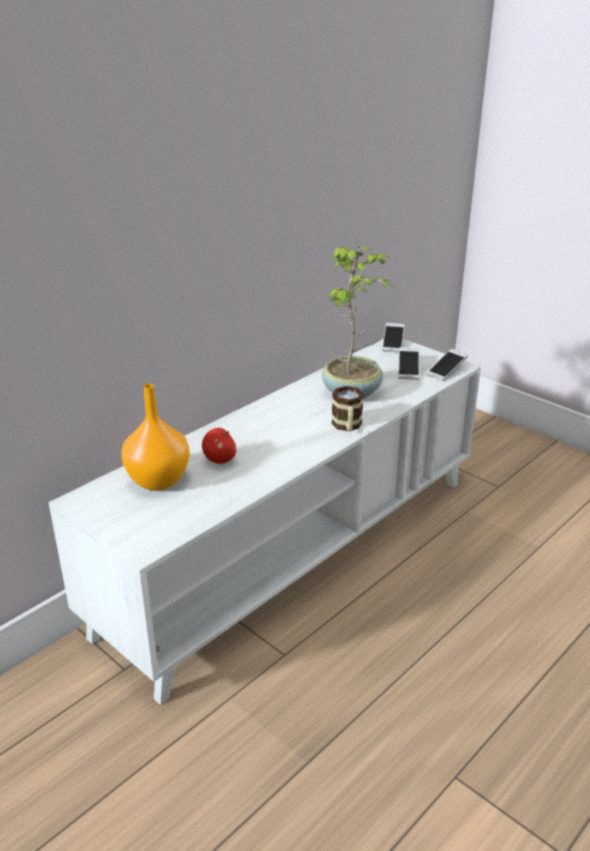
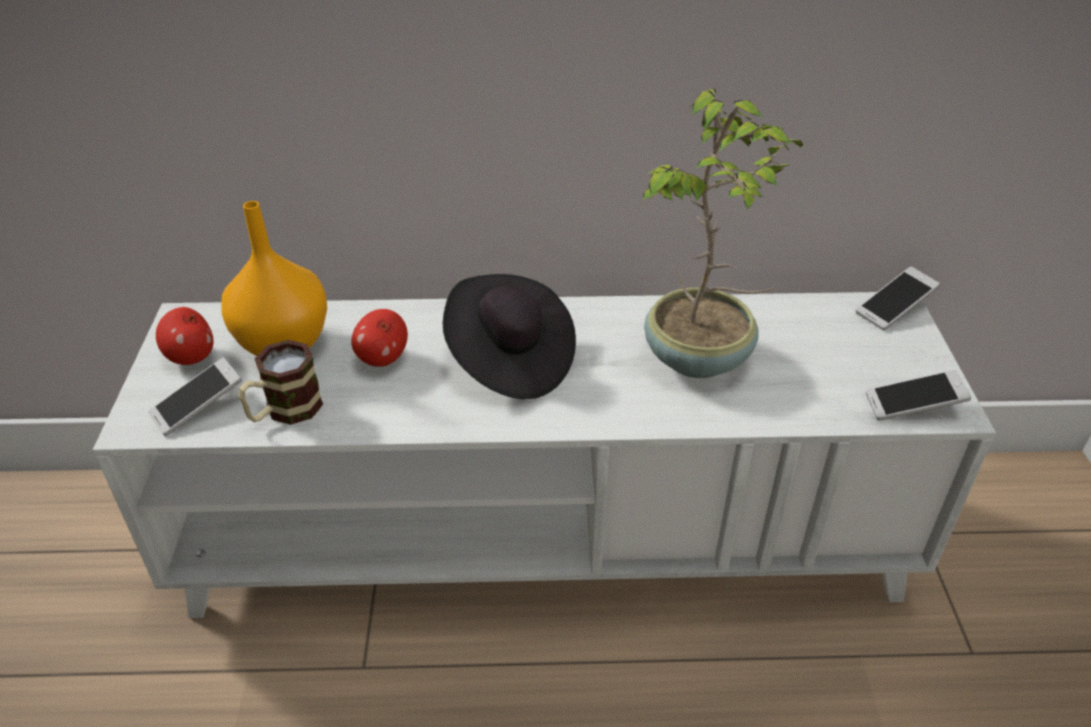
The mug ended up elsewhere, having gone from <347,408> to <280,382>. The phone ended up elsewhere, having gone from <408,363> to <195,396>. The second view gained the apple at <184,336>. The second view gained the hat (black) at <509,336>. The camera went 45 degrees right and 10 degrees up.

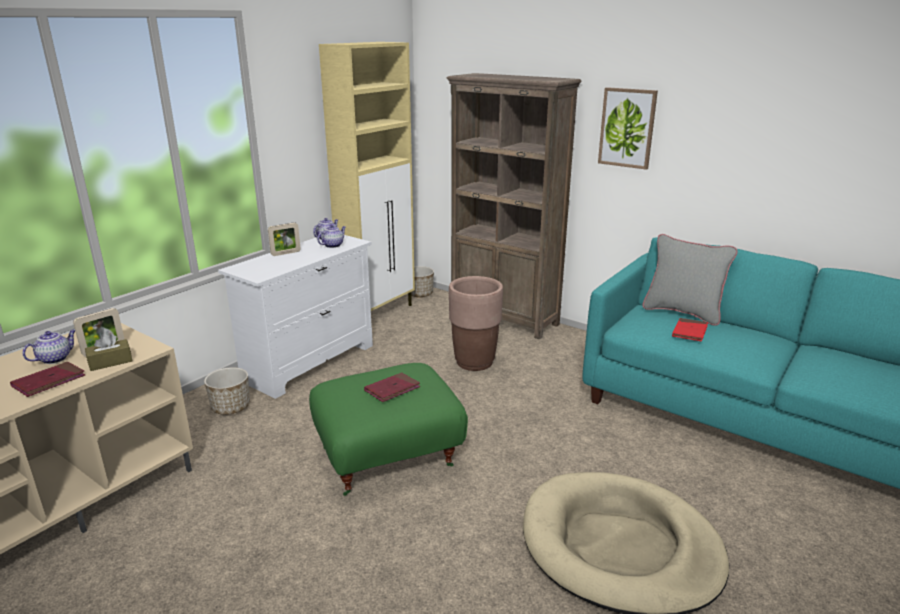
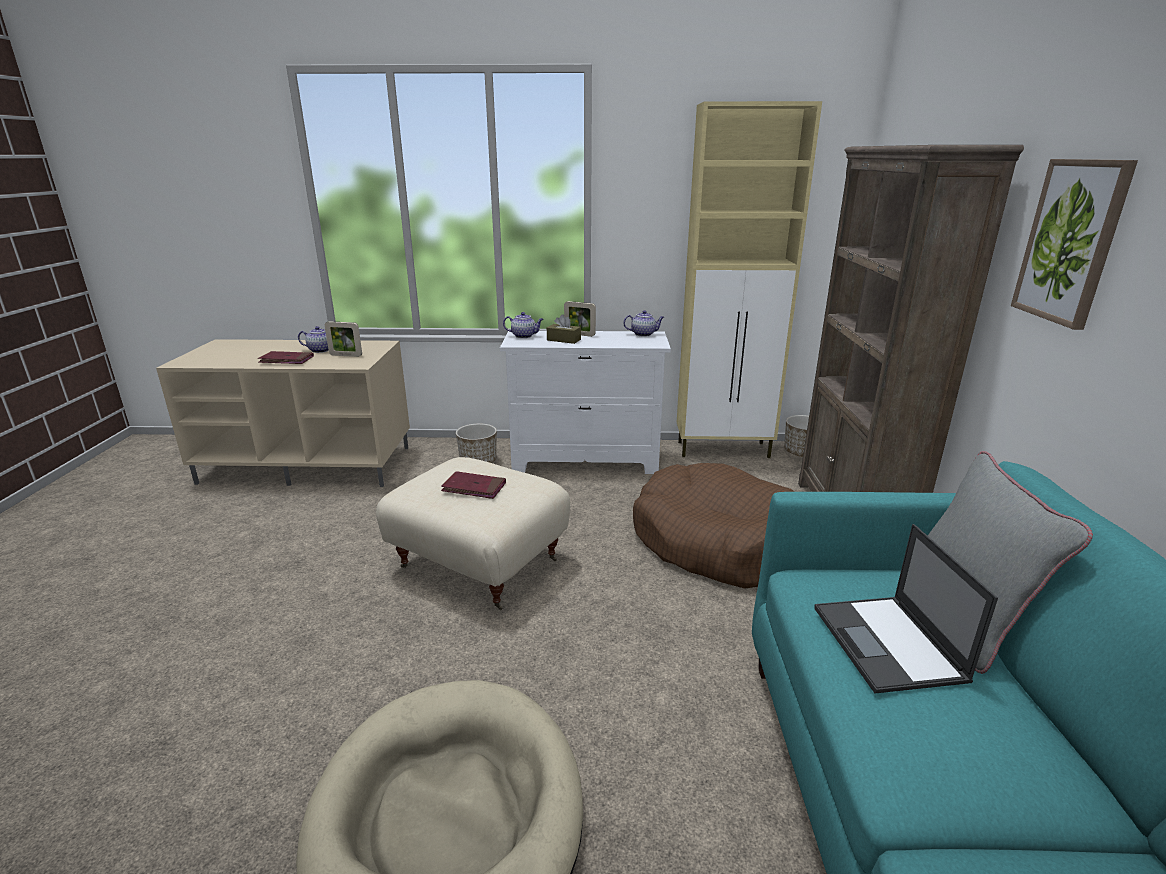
The tissue box (brown) ended up elsewhere, having gone from <109,352> to <564,329>. What was the ottoman (green) at <388,429> turned into the ottoman (beige) at <473,533>. The teapot ended up elsewhere, having gone from <331,236> to <523,325>. Where the planter (brown) stood at <476,323>, the dog bed (brown) came to stand at <713,526>. Where the book (red) stood at <690,330>, the laptop came to stand at <906,609>. The camera went 55 degrees right and 0 degrees up.

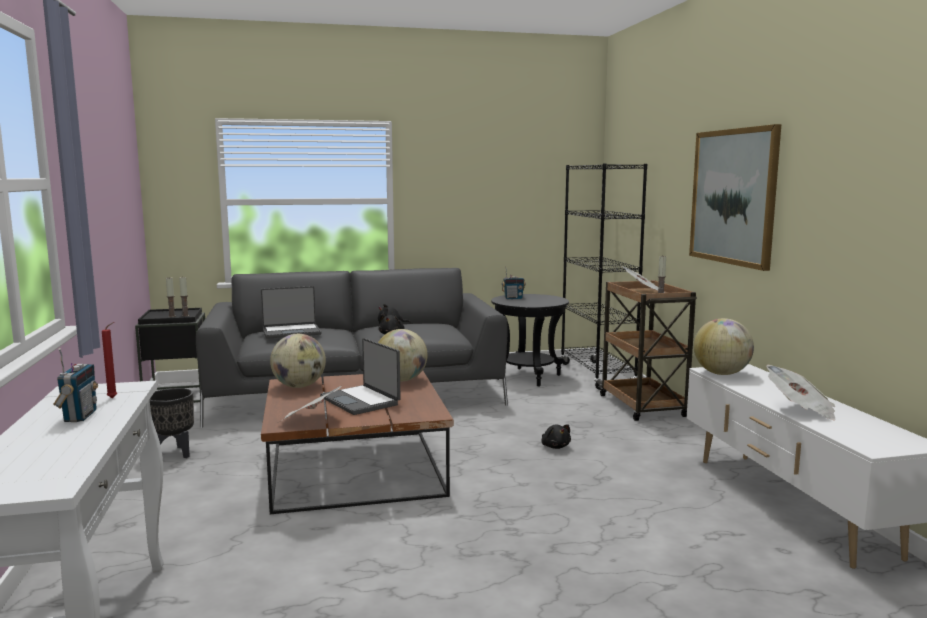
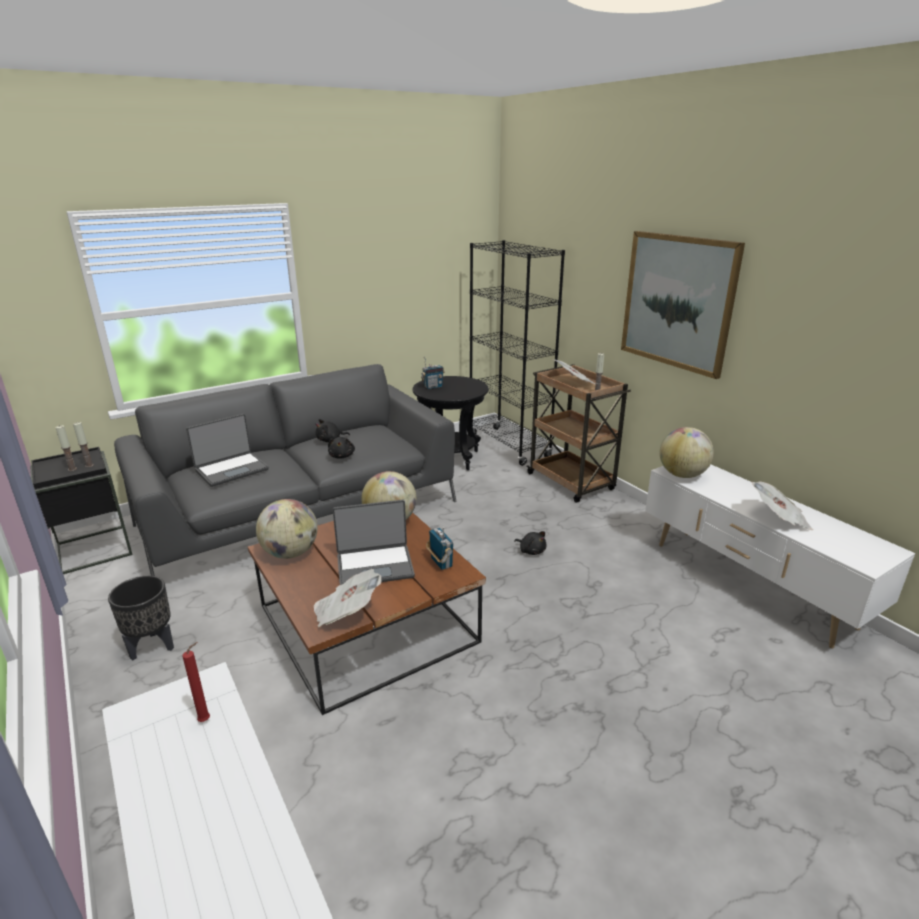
The radio ended up elsewhere, having gone from <75,385> to <439,548>. The laptop at <360,376> ended up facing another way, 45 degrees counterclockwise from before. The camera went 20 degrees left and 15 degrees up.

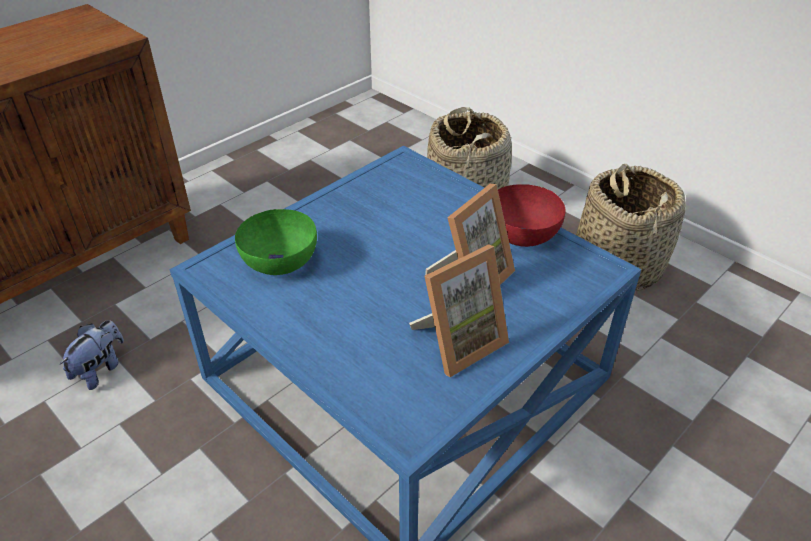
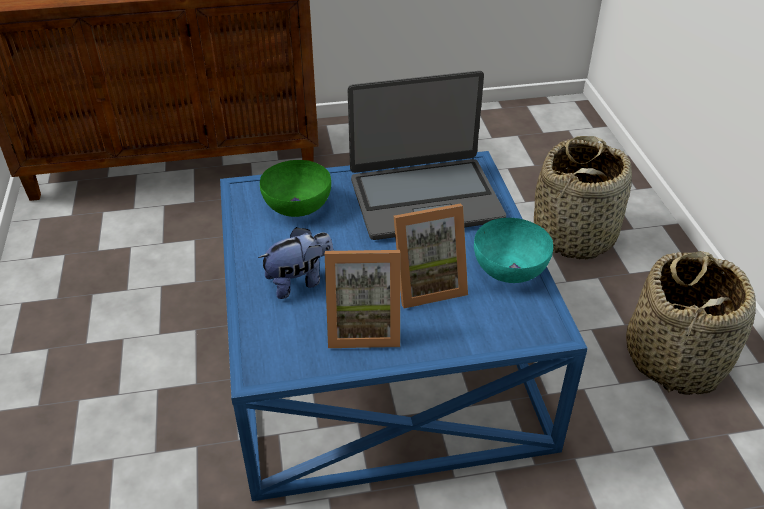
The plush toy ended up elsewhere, having gone from <92,355> to <296,263>. What was the bowl (red) at <531,215> turned into the bowl (turquoise) at <513,250>. The second view gained the laptop at <427,155>. The camera went 35 degrees right and 0 degrees up.

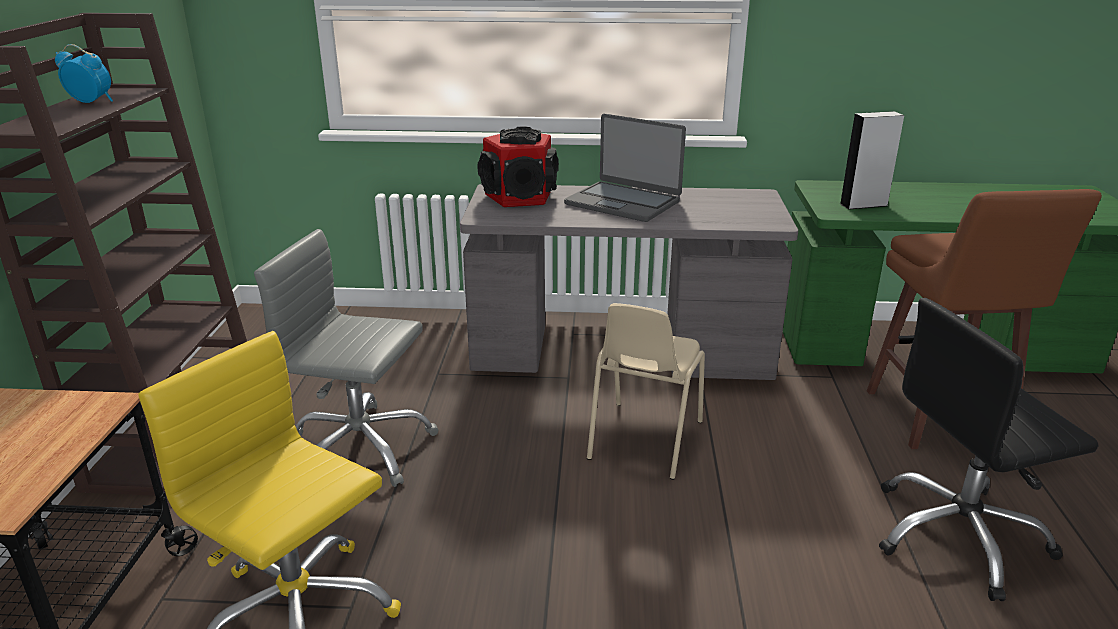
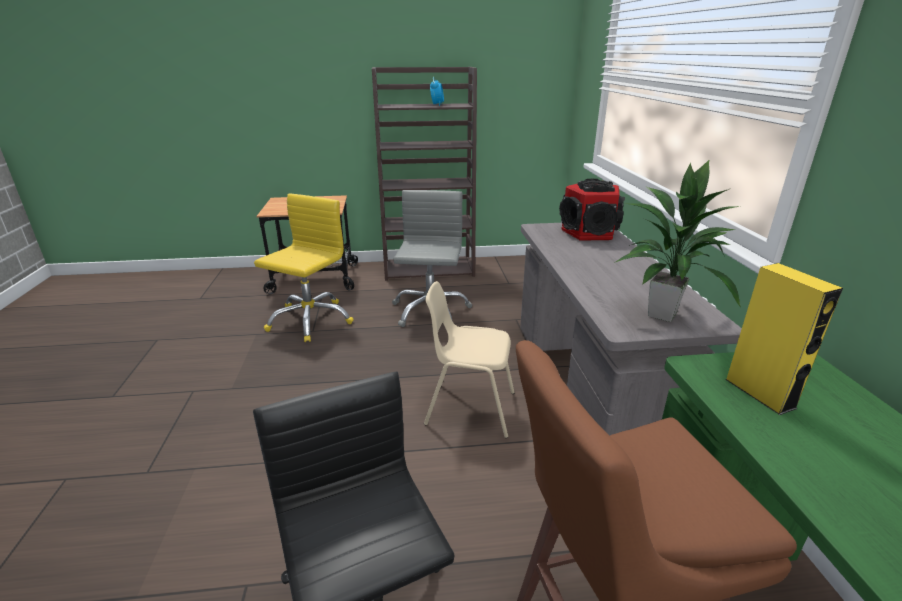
The second view lost the laptop at <625,168>. What was the speaker (grey) at <872,160> turned into the speaker (yellow) at <784,339>. The second view gained the potted plant at <677,240>. The camera went 80 degrees right and 0 degrees up.

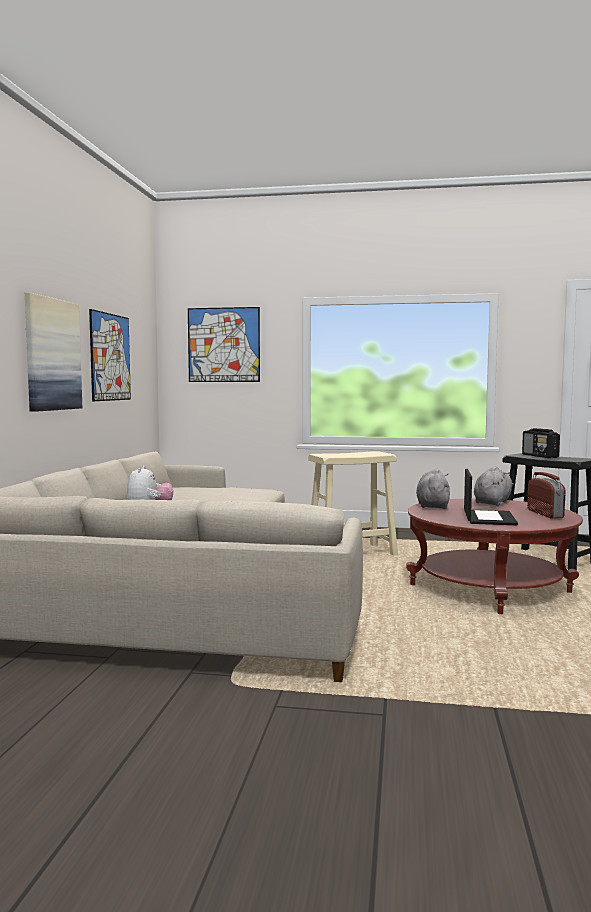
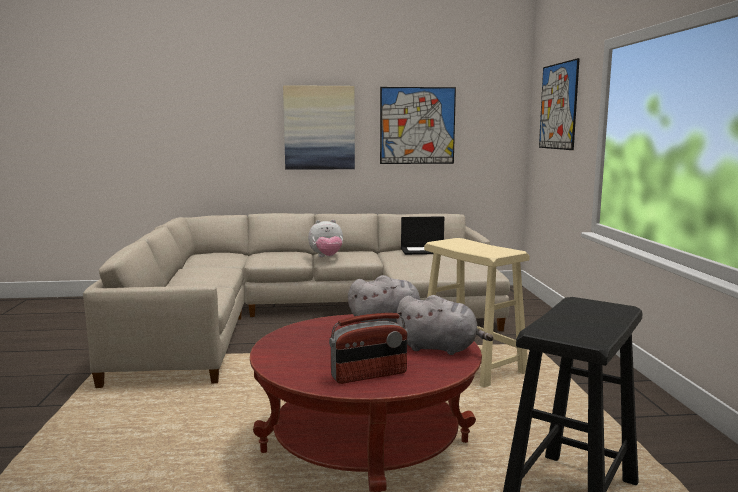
The laptop ended up elsewhere, having gone from <491,497> to <422,235>. The second view lost the radio at <541,443>. The camera went 75 degrees right and 5 degrees up.

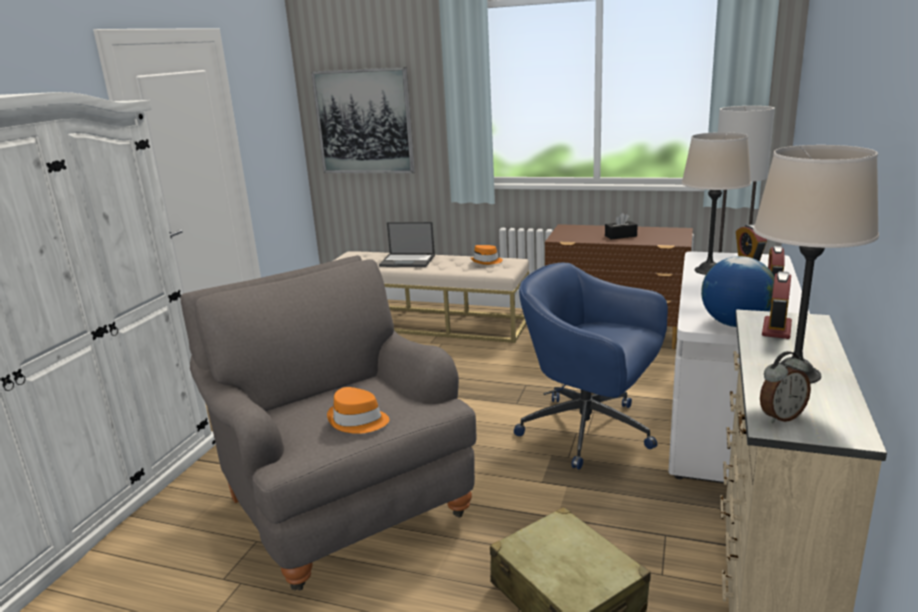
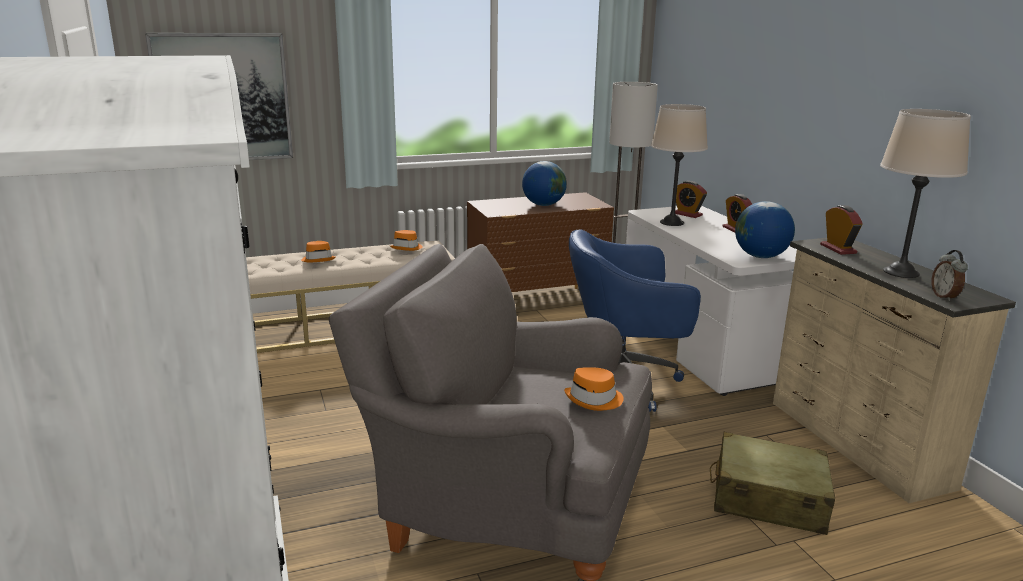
Where the laptop stood at <407,244>, the hat (orange) came to stand at <318,251>. Where the tissue box (black) stood at <621,226>, the globe came to stand at <544,183>. The alarm clock at <785,387> ended up facing another way, 150 degrees clockwise from before. The camera went 40 degrees left and 0 degrees up.

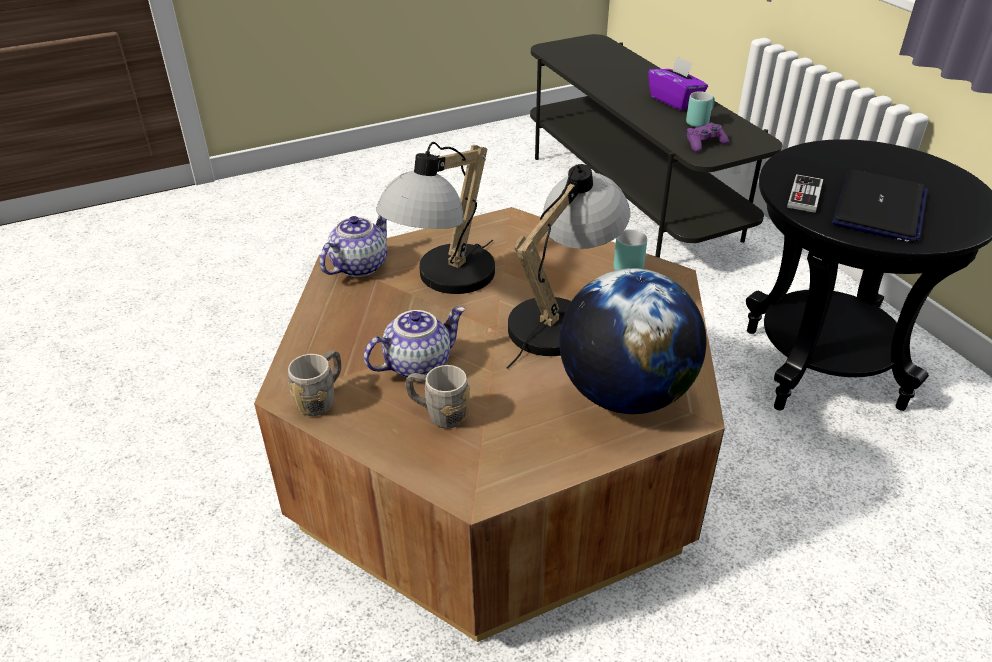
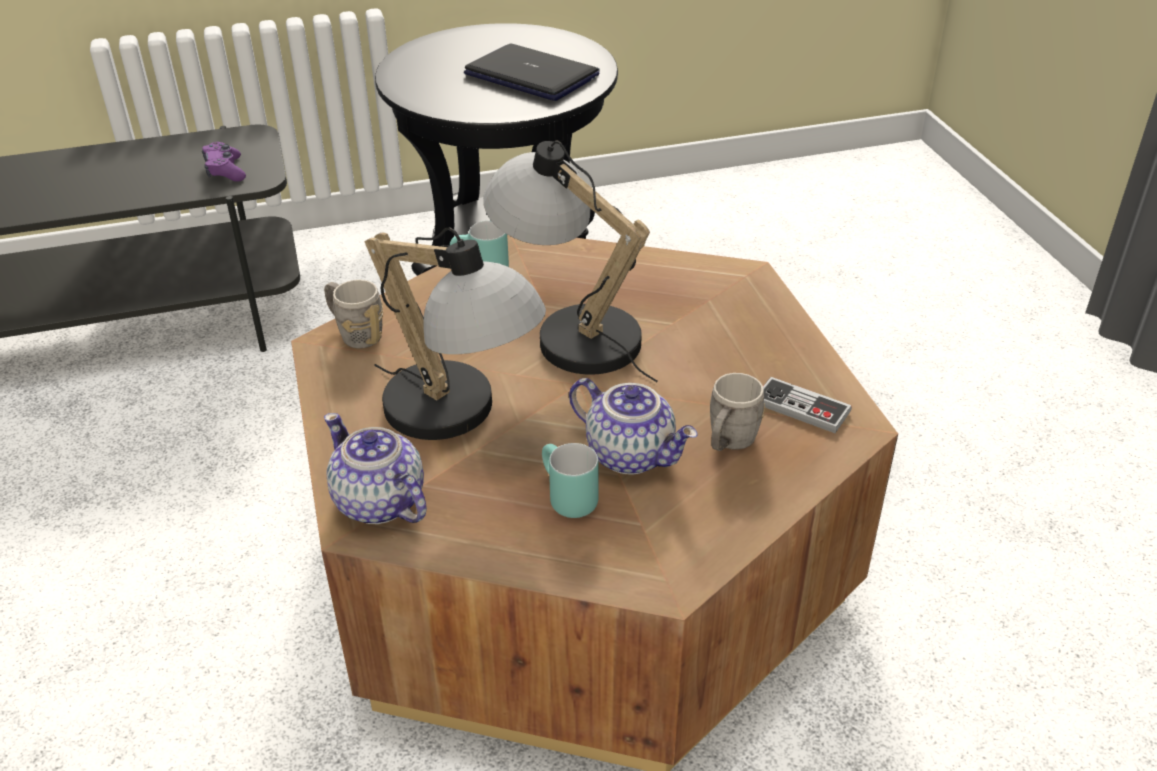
The mug (grey) ended up elsewhere, having gone from <314,383> to <353,314>. The teapot at <415,342> ended up facing another way, 150 degrees clockwise from before. The second view lost the globe at <633,341>. The second view lost the tissue box (purple) at <678,83>. The mug (turquoise) ended up elsewhere, having gone from <700,109> to <570,480>. The game controller ended up elsewhere, having gone from <805,193> to <807,405>. The camera went 80 degrees left and 0 degrees up.

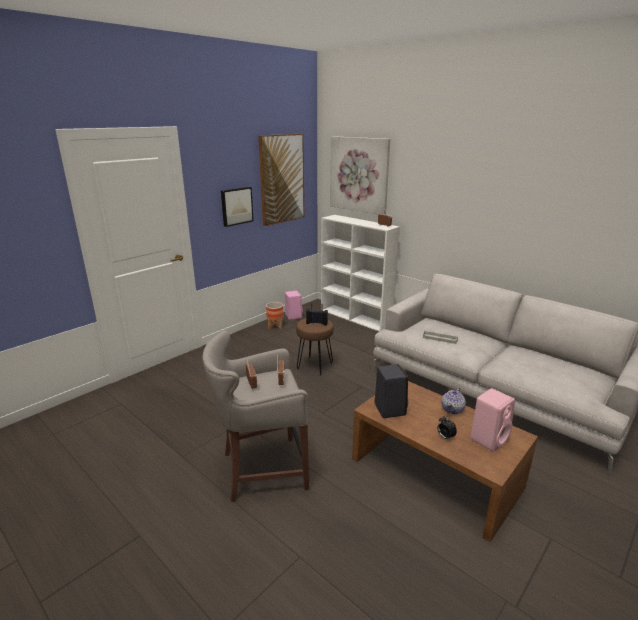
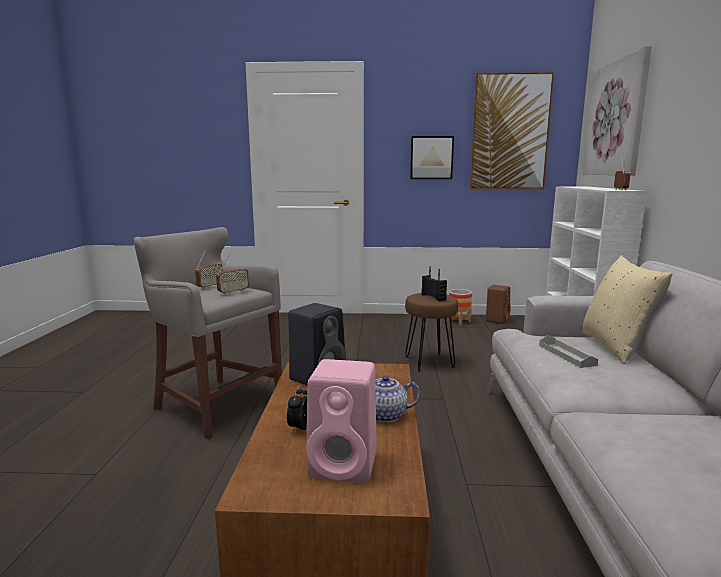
What was the speaker (pink) at <294,305> turned into the speaker (brown) at <498,304>. The second view gained the pillow (beige) at <627,309>. The camera went 50 degrees right and 10 degrees down.

